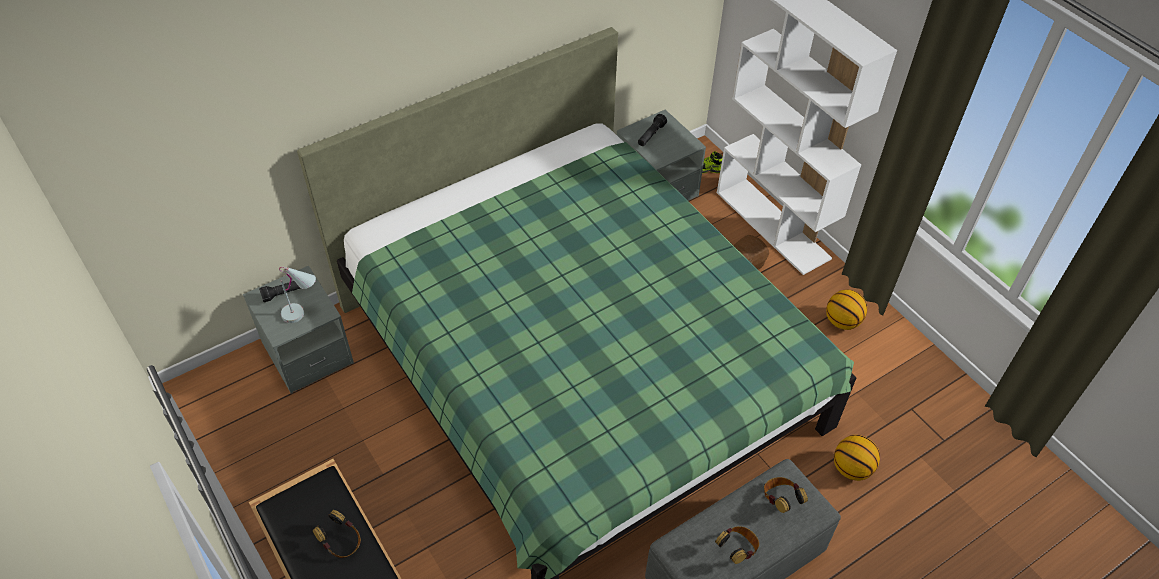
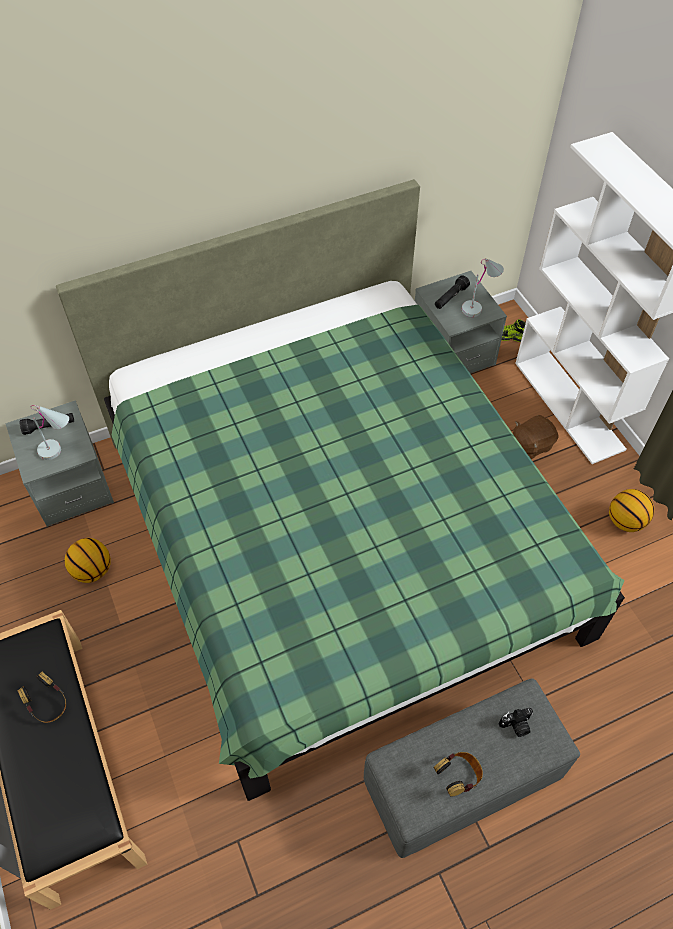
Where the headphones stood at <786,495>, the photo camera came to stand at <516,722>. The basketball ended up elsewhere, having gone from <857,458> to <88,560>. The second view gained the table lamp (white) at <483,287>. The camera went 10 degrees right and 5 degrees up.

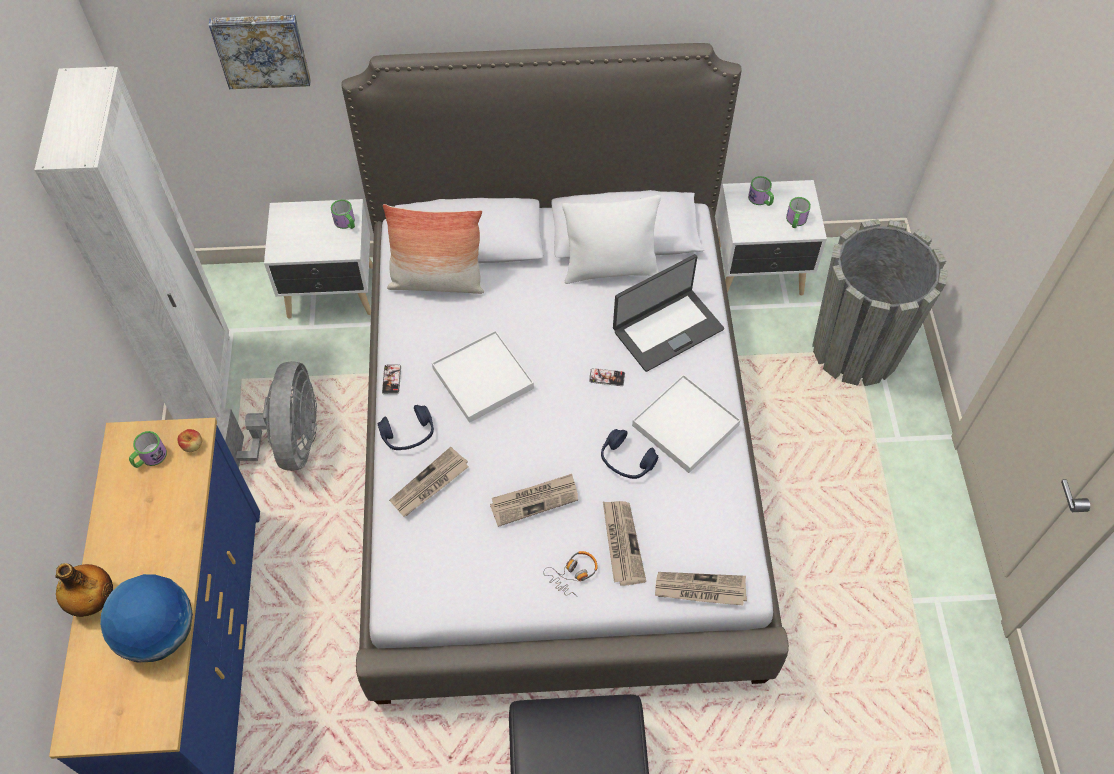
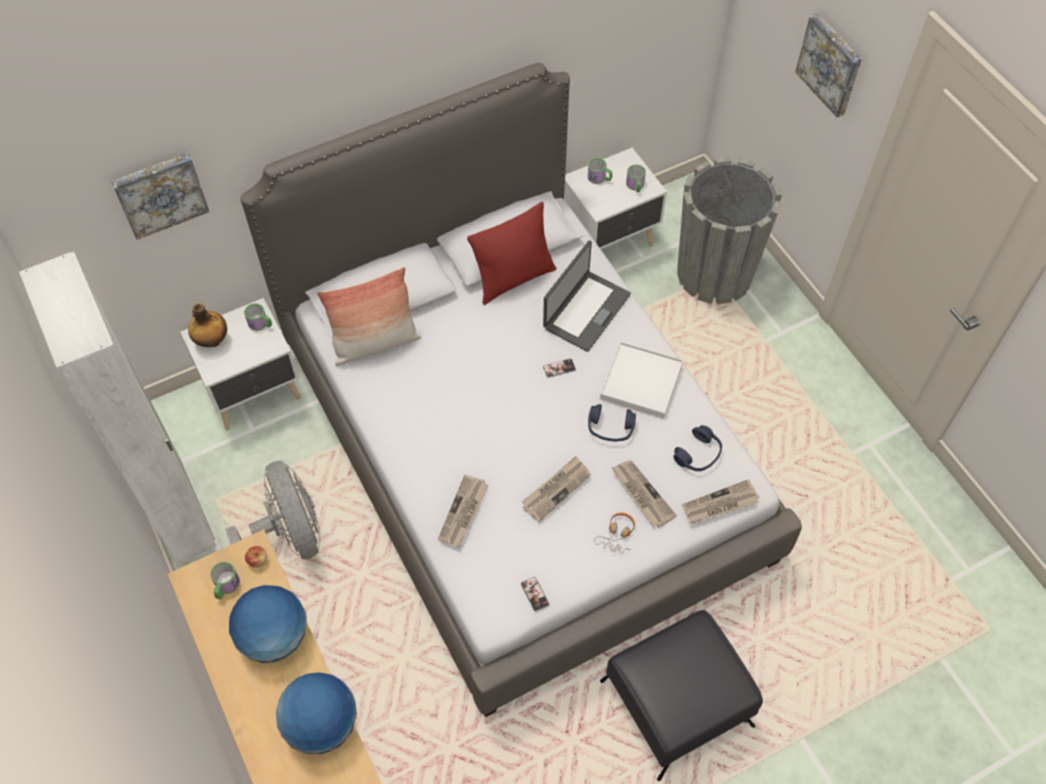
The bottle ended up elsewhere, having gone from <84,590> to <207,325>. The headphones (blue) ended up elsewhere, having gone from <406,427> to <697,448>. The phone ended up elsewhere, having gone from <391,380> to <535,594>. The second view lost the tray (white) at <483,376>. What was the pillow (white) at <611,239> turned into the pillow (red) at <511,253>. The second view gained the globe at <268,624>. The second view gained the picture at <828,65>. The camera went 25 degrees left and 0 degrees up.

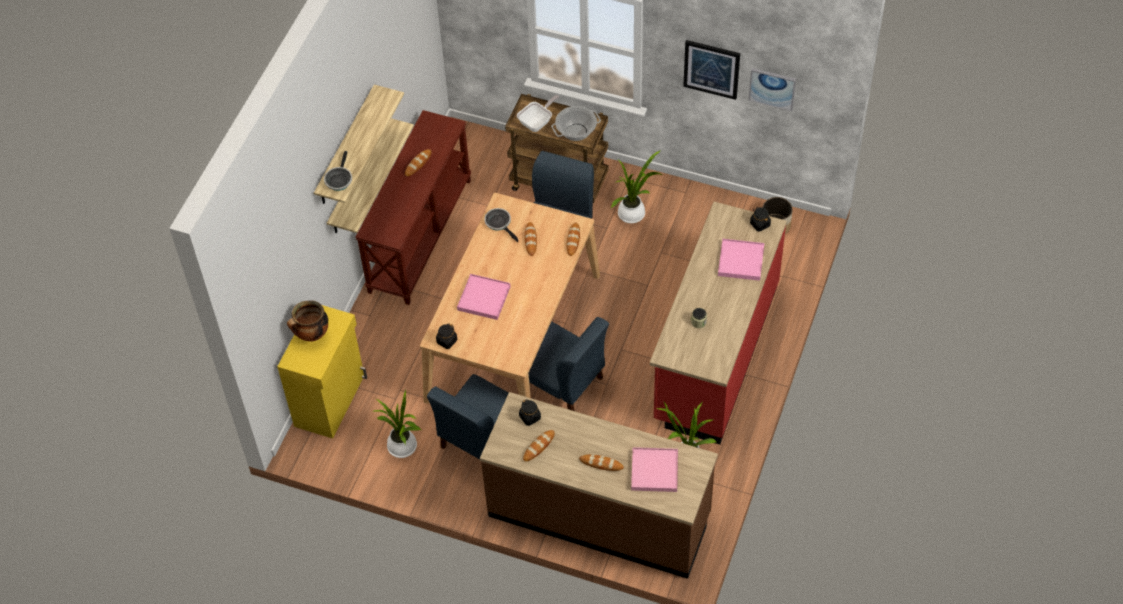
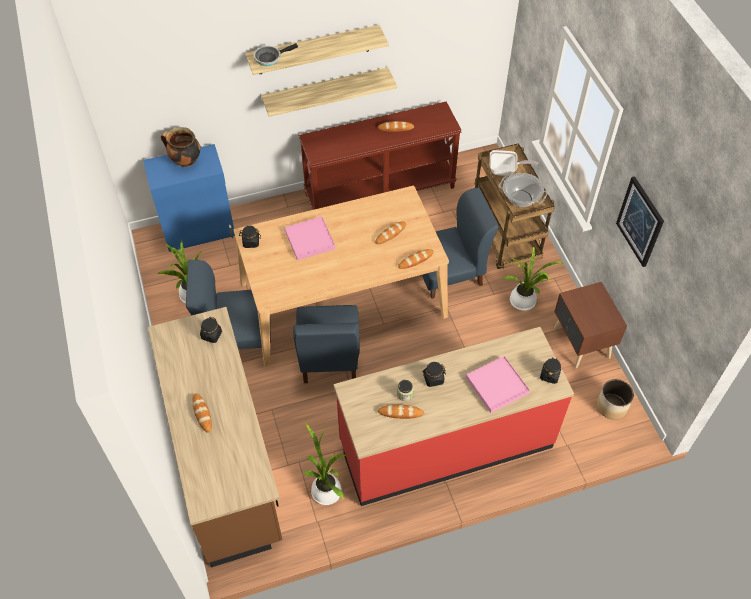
What was the cabinet (yellow) at <322,372> turned into the cabinet (blue) at <189,198>. The second view lost the frying pan at <501,225>. The bread ended up elsewhere, having gone from <539,445> to <401,412>. The second view lost the tray (pink) at <654,469>. The second view lost the picture at <772,89>. The second view gained the jar (black) at <434,374>. The second view gained the nightstand (brown) at <590,325>. The camera went 50 degrees right and 0 degrees up.

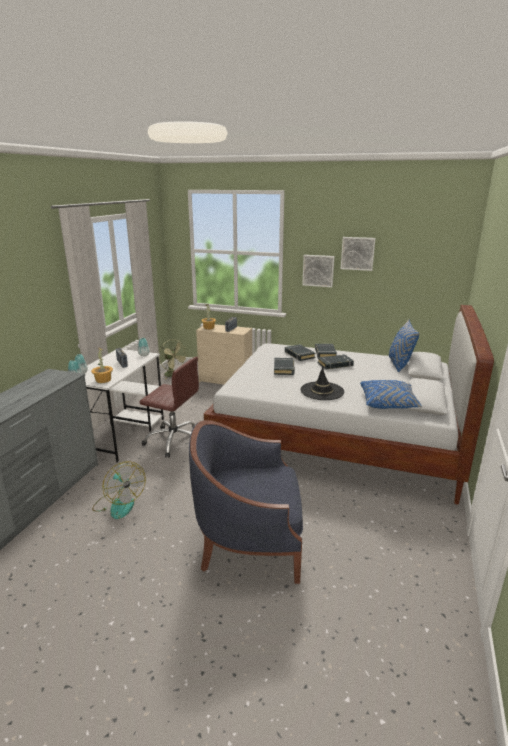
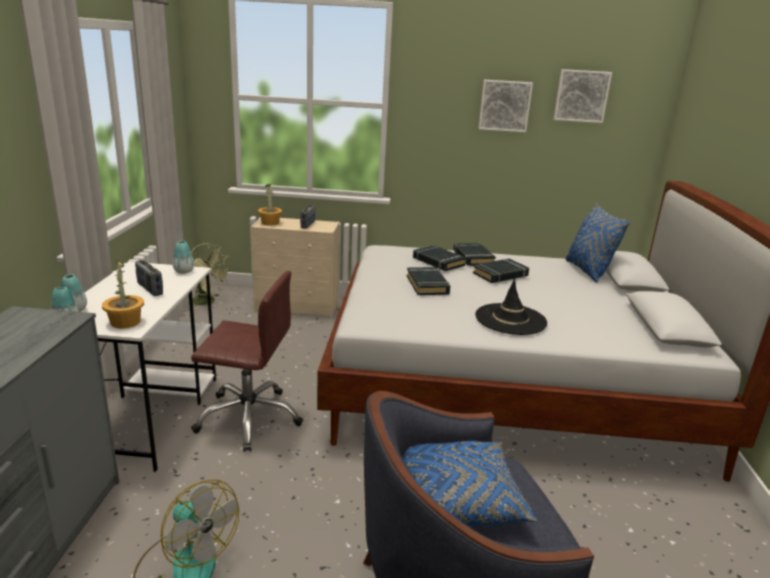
The picture ended up elsewhere, having gone from <318,271> to <583,96>. The pillow (blue) ended up elsewhere, having gone from <391,394> to <470,483>. The camera went 15 degrees left and 0 degrees up.

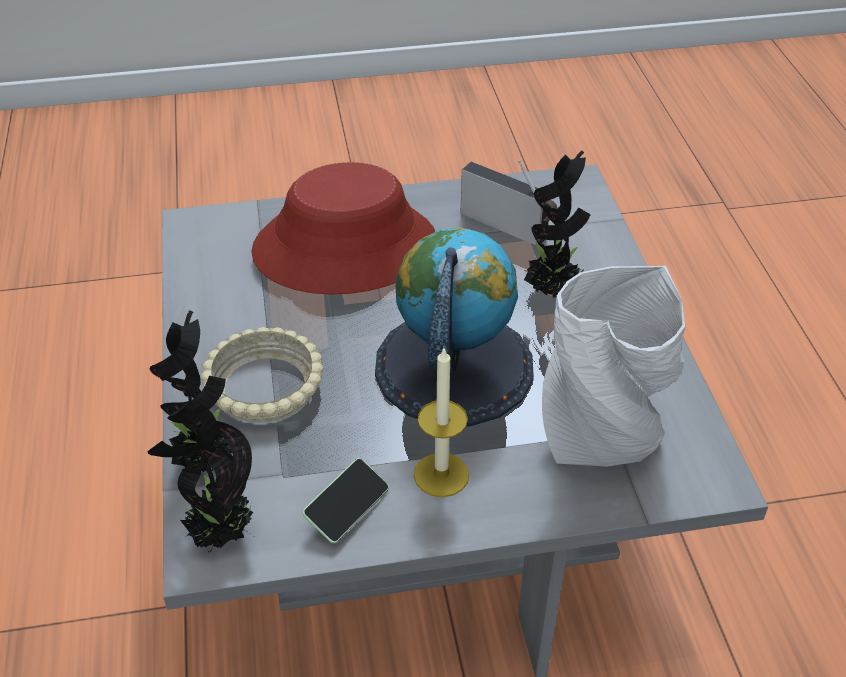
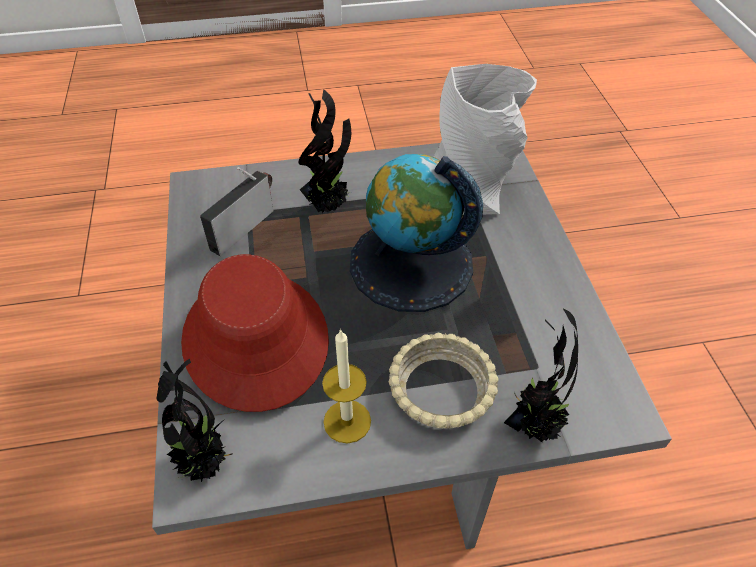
The potted plant ended up elsewhere, having gone from <200,478> to <195,420>. The second view lost the phone at <345,500>. The candle ended up elsewhere, having gone from <441,422> to <346,386>. The camera went 90 degrees left and 5 degrees up.

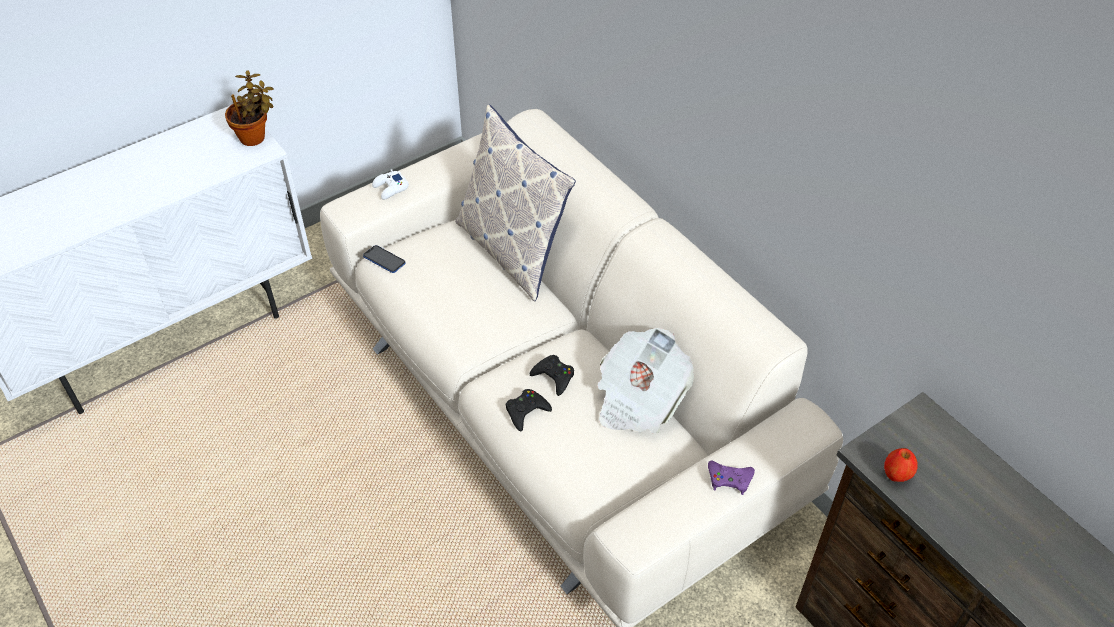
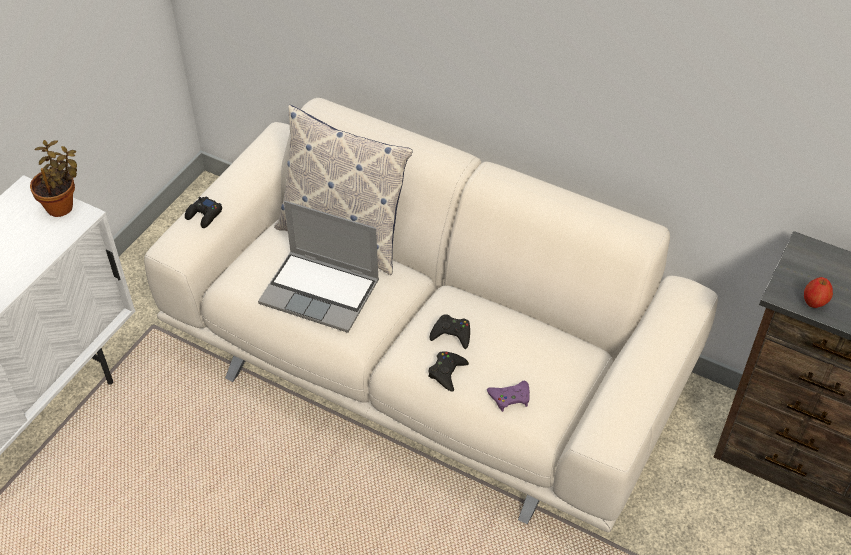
The second view lost the phone at <384,259>. What was the game controller (white) at <390,184> turned into the game controller (black) at <203,212>. The second view lost the newspaper at <645,381>. The game controller (purple) ended up elsewhere, having gone from <731,478> to <508,396>. The second view gained the laptop at <318,267>. The camera went 25 degrees left and 0 degrees up.

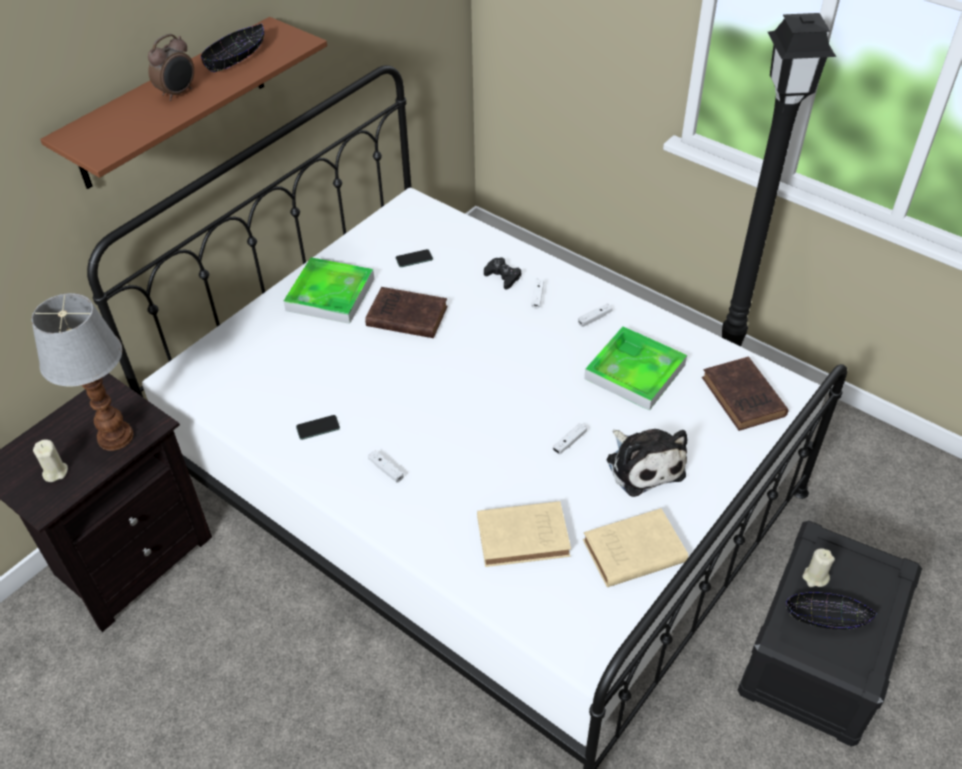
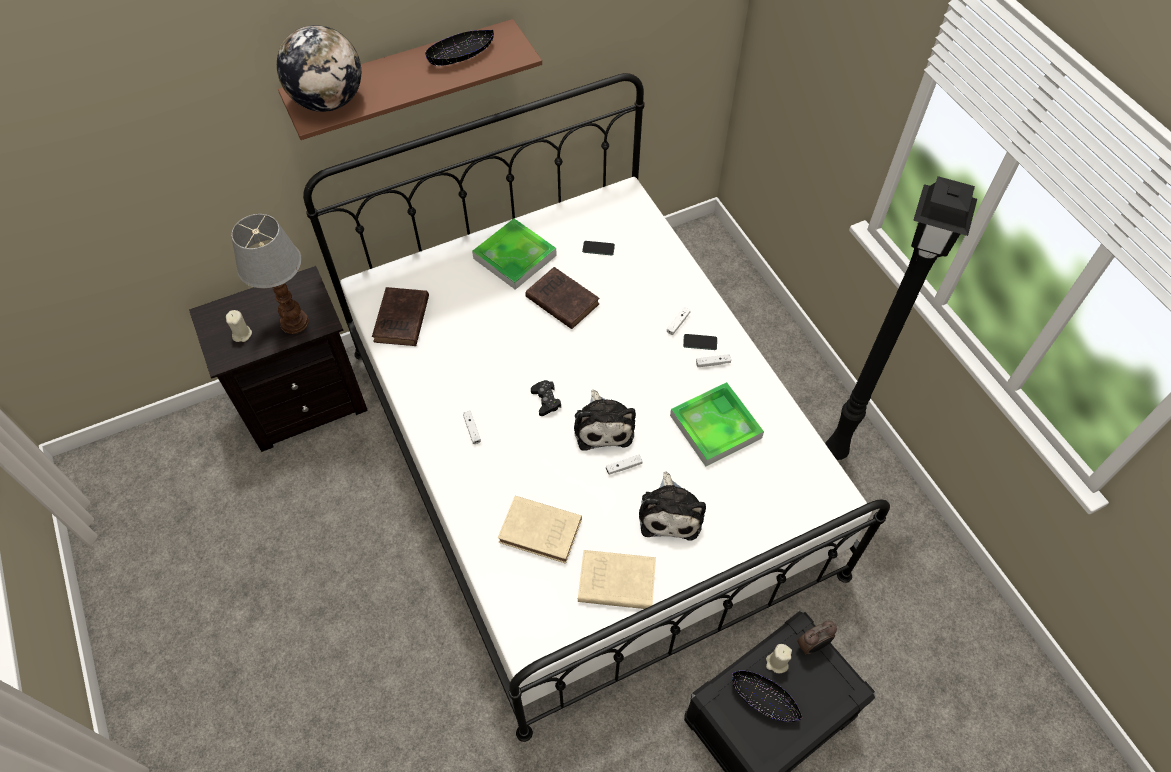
The alarm clock ended up elsewhere, having gone from <171,67> to <817,638>. The phone ended up elsewhere, having gone from <318,427> to <700,342>. The game controller (black) ended up elsewhere, having gone from <502,273> to <546,398>. The book (brown) ended up elsewhere, having gone from <745,394> to <400,316>. The second view gained the globe at <319,68>. The second view gained the plush toy at <605,420>. The camera went 25 degrees right and 10 degrees up.

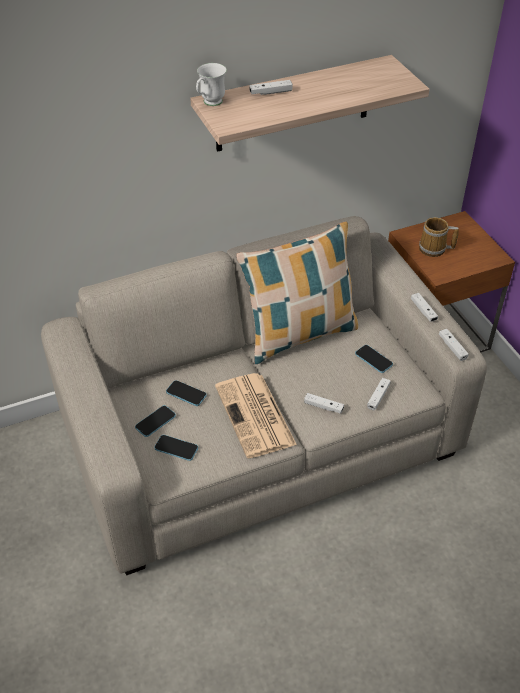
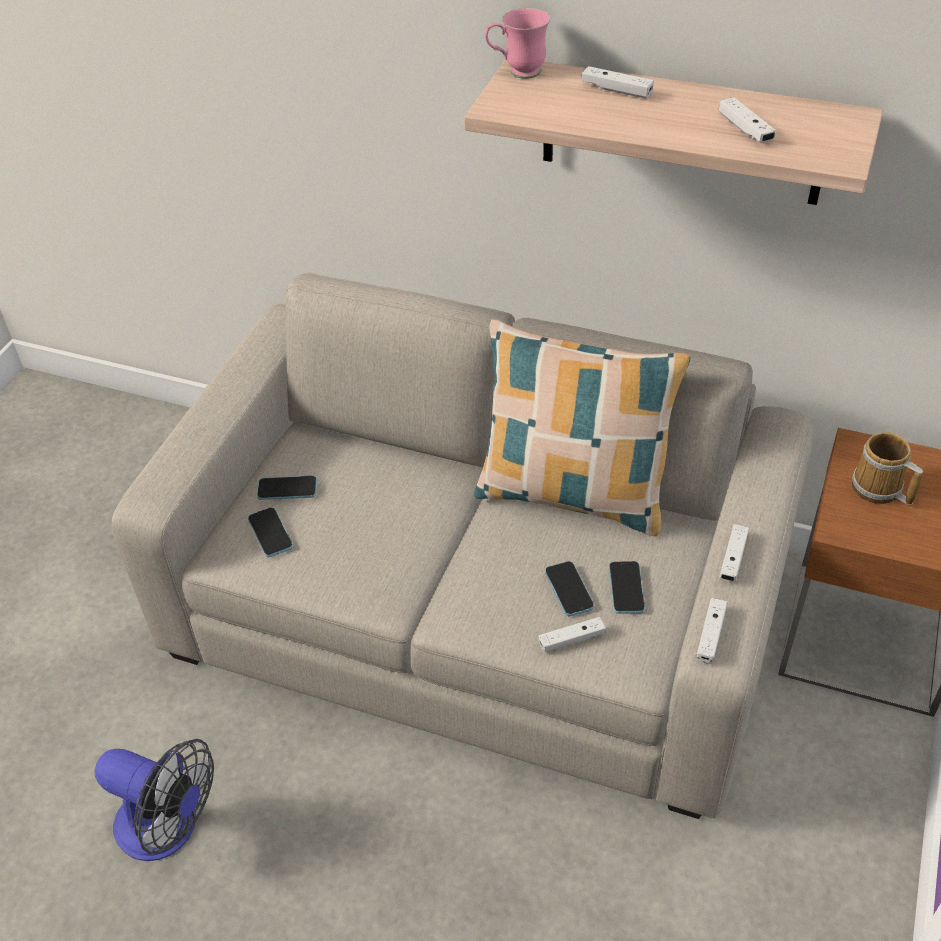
The phone ended up elsewhere, having gone from <186,393> to <569,588>. What was the mug (white) at <211,84> turned into the mug (pink) at <517,43>. The second view lost the newspaper at <256,415>. The game controller (white) ended up elsewhere, having gone from <324,403> to <747,120>. The second view gained the fan at <154,800>. The camera went 45 degrees right and 0 degrees up.

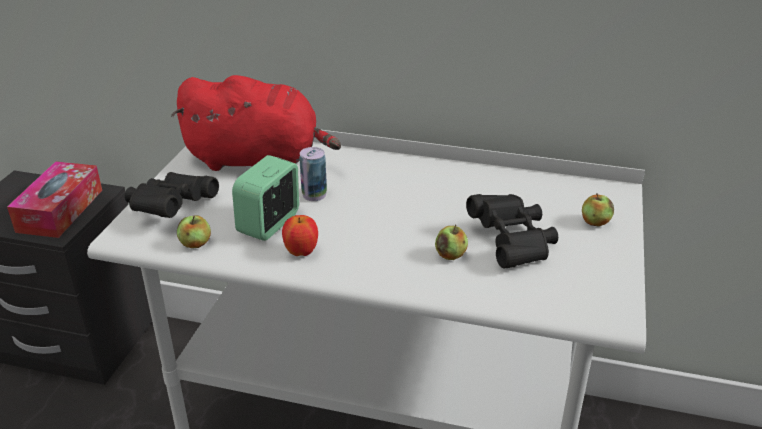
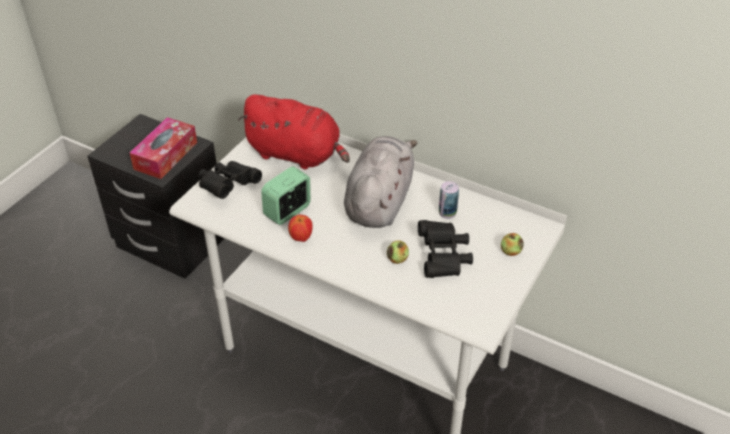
The second view lost the apple at <194,232>. The can ended up elsewhere, having gone from <313,174> to <449,200>. The second view gained the plush toy (grey) at <381,182>. The camera went 15 degrees right and 10 degrees up.

